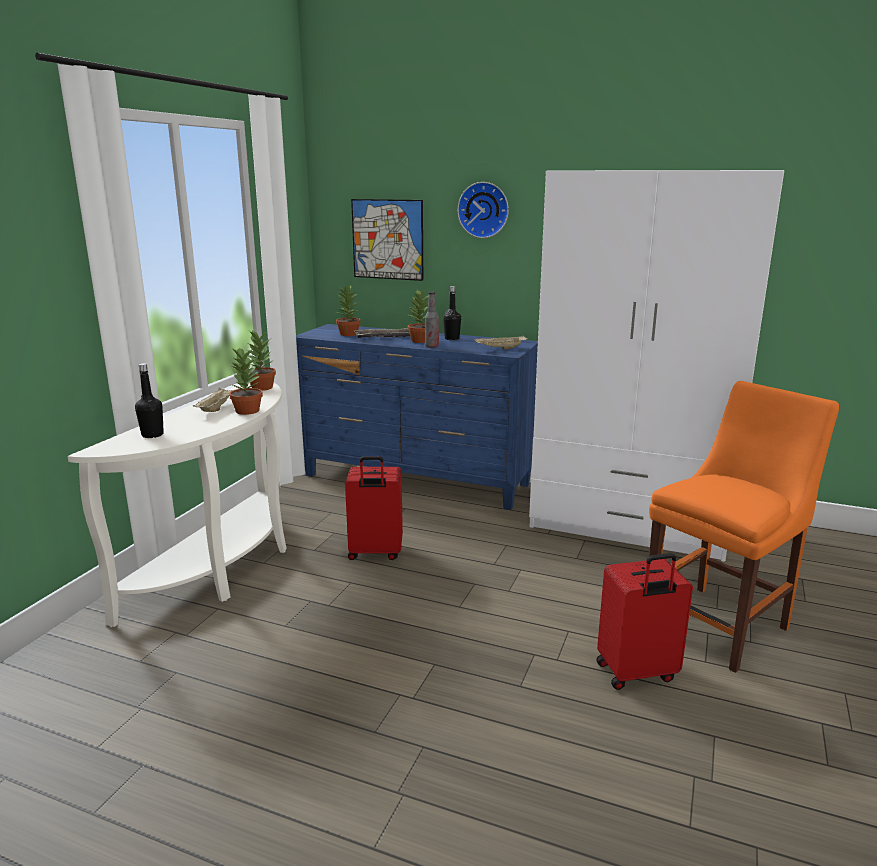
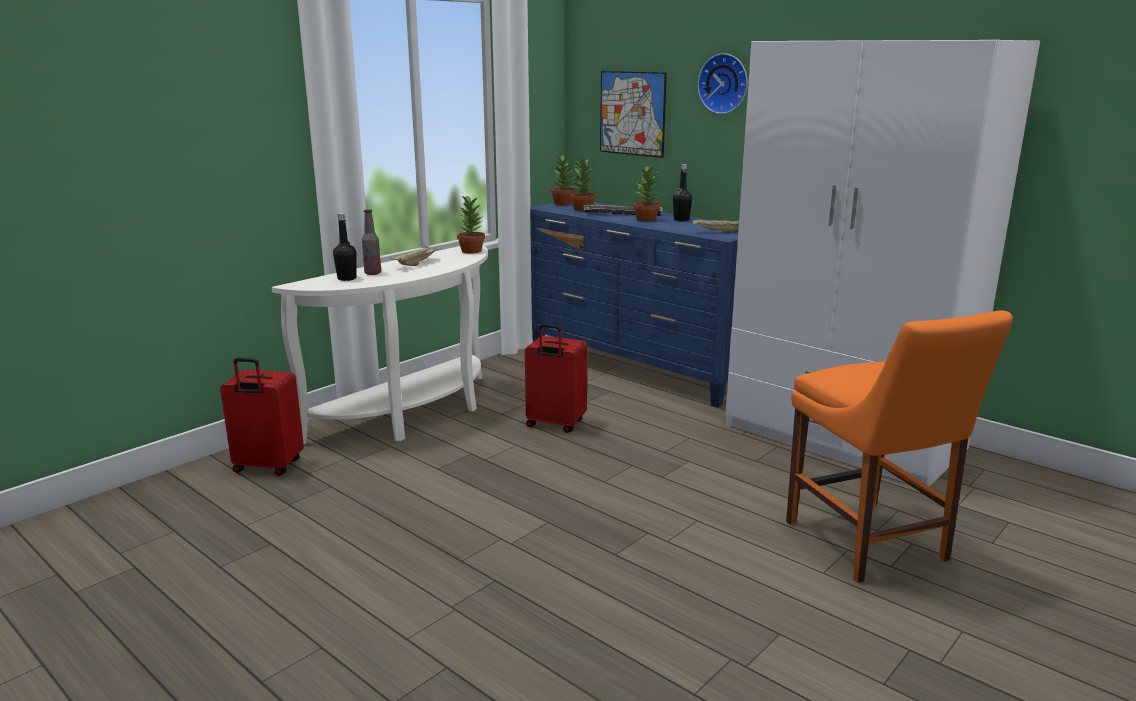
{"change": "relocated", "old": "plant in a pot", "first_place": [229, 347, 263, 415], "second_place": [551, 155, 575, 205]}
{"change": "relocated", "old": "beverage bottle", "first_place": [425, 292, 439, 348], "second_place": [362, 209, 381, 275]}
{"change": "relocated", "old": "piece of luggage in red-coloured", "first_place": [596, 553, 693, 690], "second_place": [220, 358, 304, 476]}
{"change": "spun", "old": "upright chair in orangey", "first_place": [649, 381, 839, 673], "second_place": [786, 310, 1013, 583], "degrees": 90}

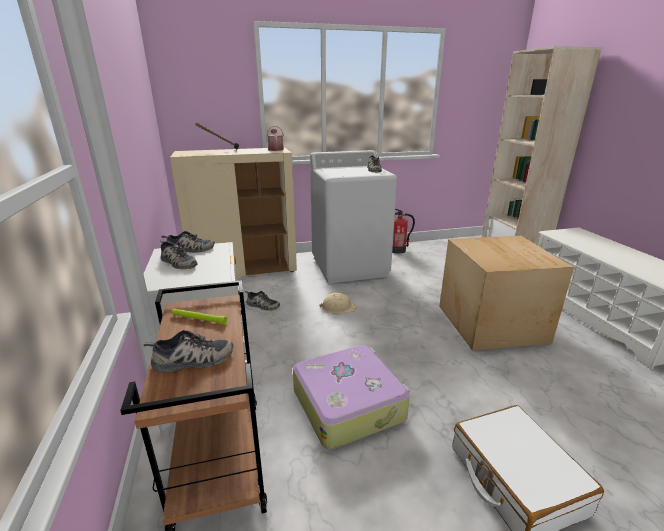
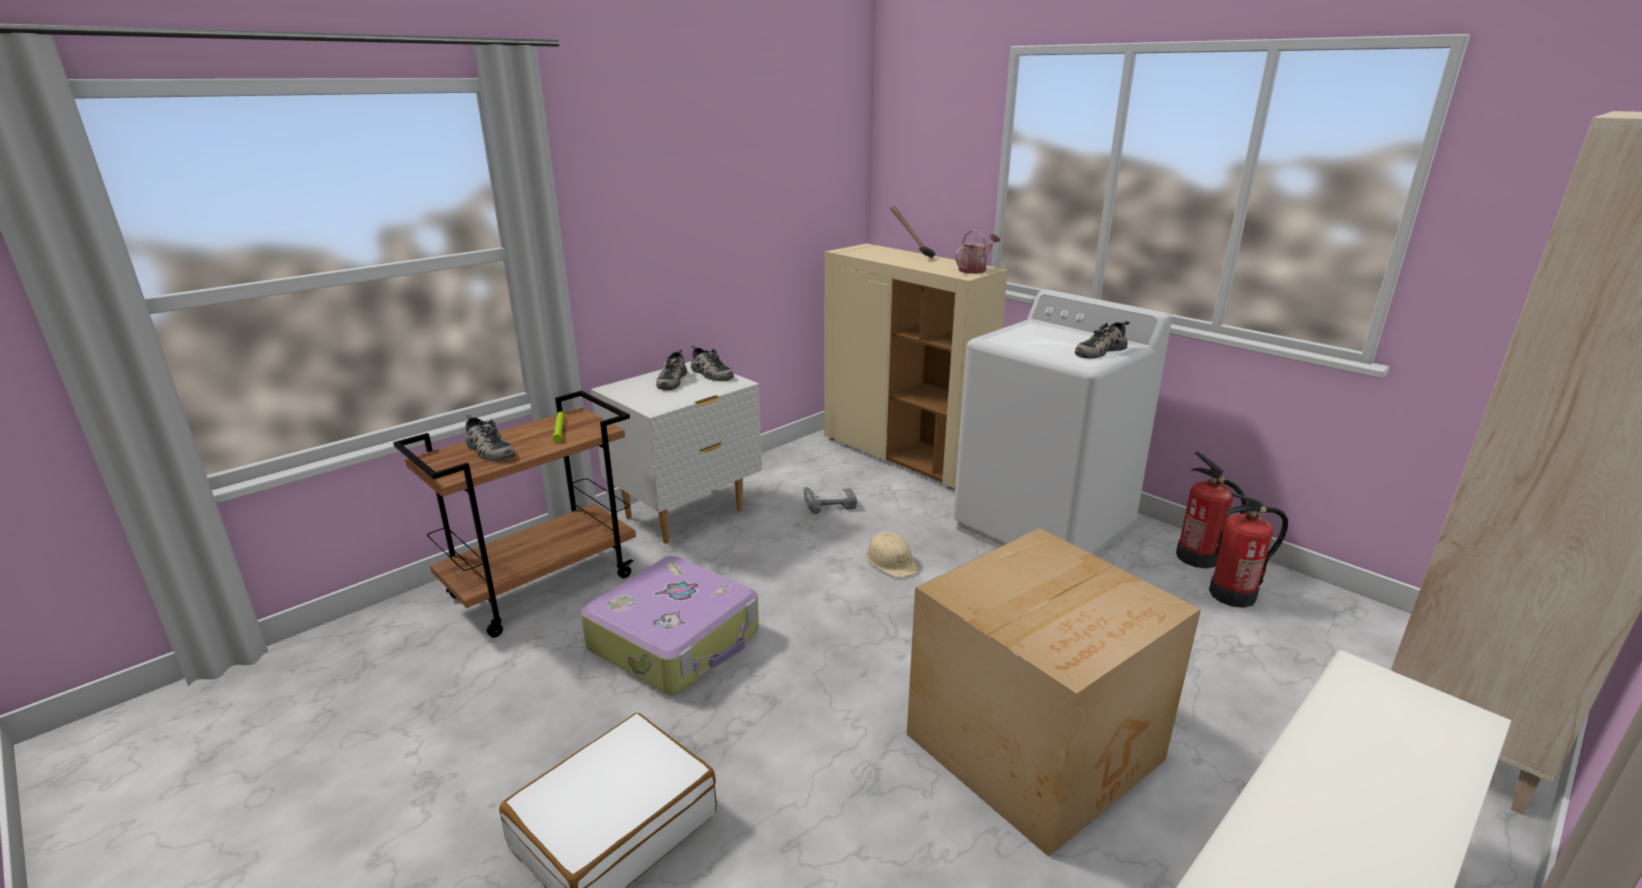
{"change": "exchanged", "old": "shoe", "new": "electric drill", "first_place": [245, 291, 280, 311], "second_place": [803, 487, 857, 514]}
{"change": "appeared", "new": "fire extinguisher", "second_place": [1209, 493, 1288, 608]}

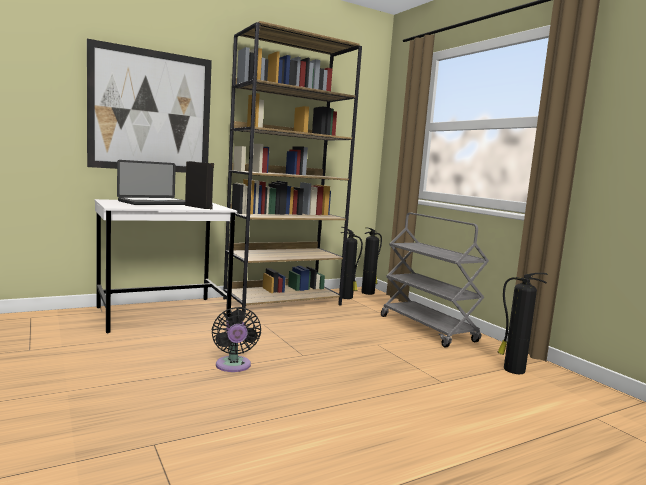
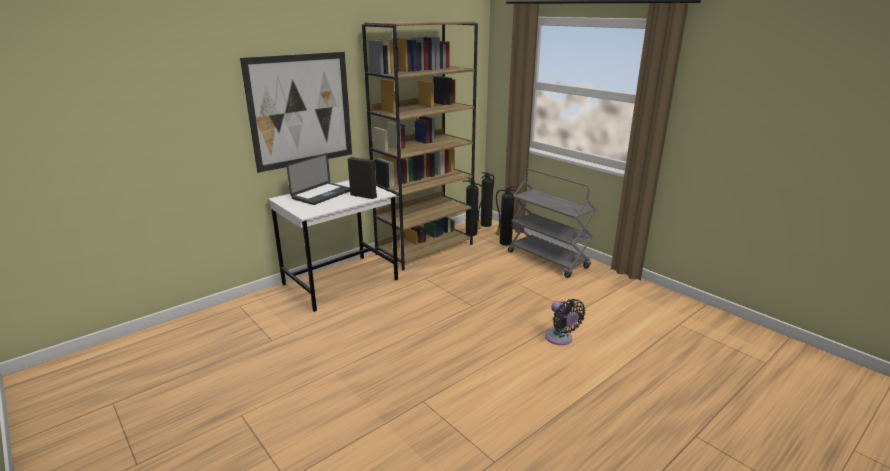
{"change": "relocated", "old": "fan in blackish", "first_place": [212, 307, 261, 372], "second_place": [545, 299, 586, 345]}
{"change": "relocated", "old": "fire extinguisher", "first_place": [498, 273, 548, 374], "second_place": [496, 186, 519, 246]}

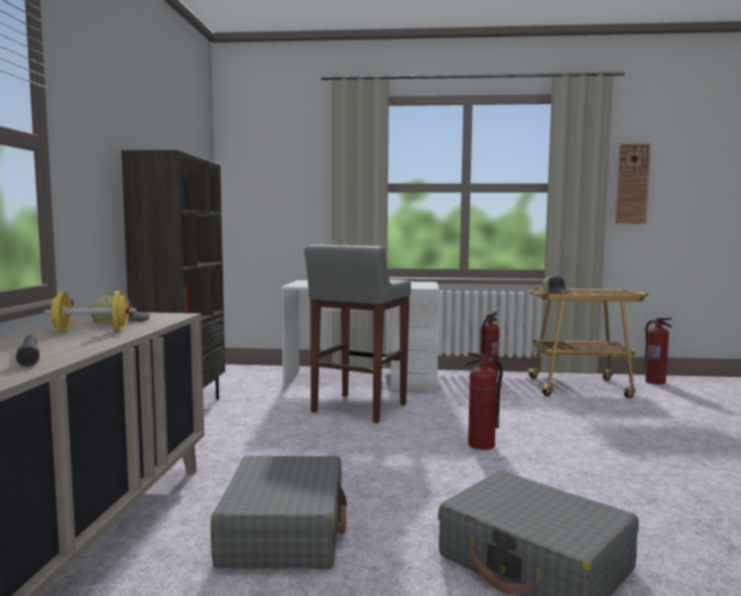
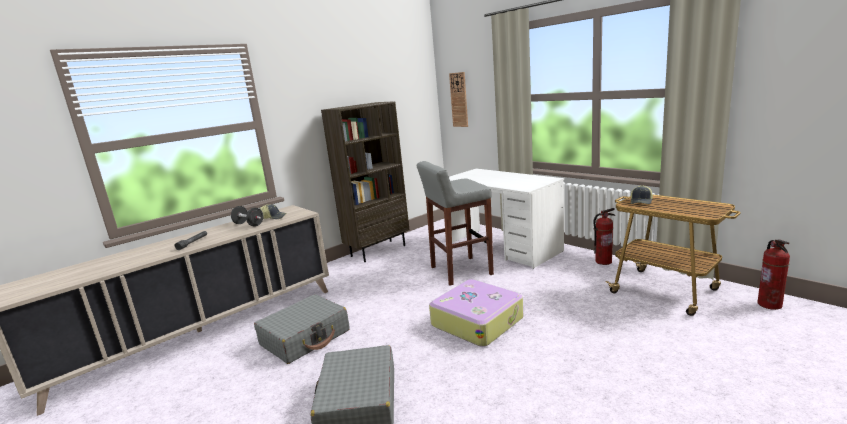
{"change": "colour", "old": "hand weight in yellowish", "new": "hand weight in blackish", "first_place": [44, 291, 137, 332], "second_place": [231, 206, 263, 227]}
{"change": "exchanged", "old": "fire extinguisher", "new": "piece of luggage", "first_place": [466, 352, 503, 450], "second_place": [429, 279, 524, 347]}
{"change": "relocated", "old": "wall clock", "first_place": [615, 144, 651, 224], "second_place": [449, 72, 468, 127]}

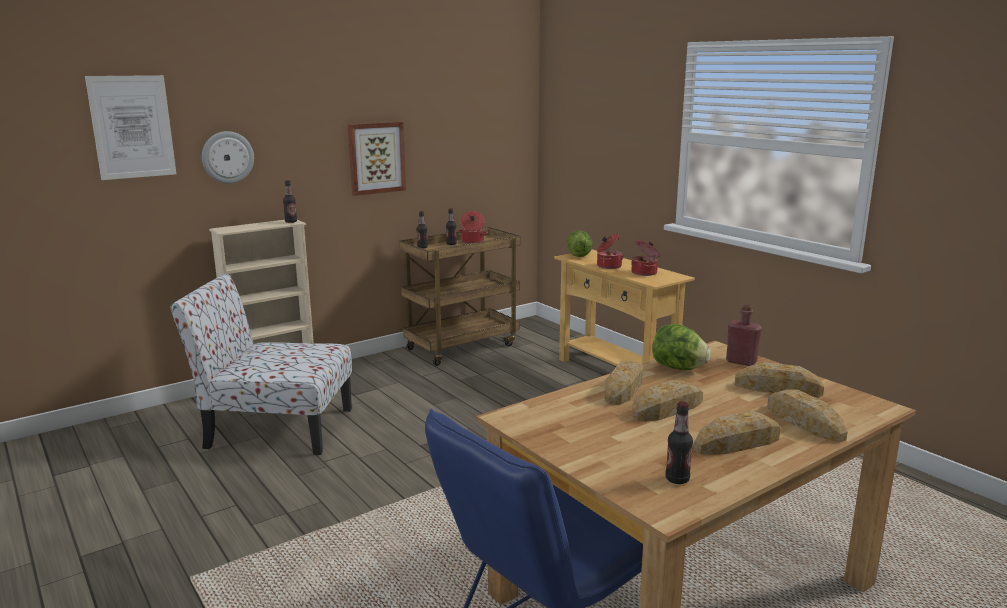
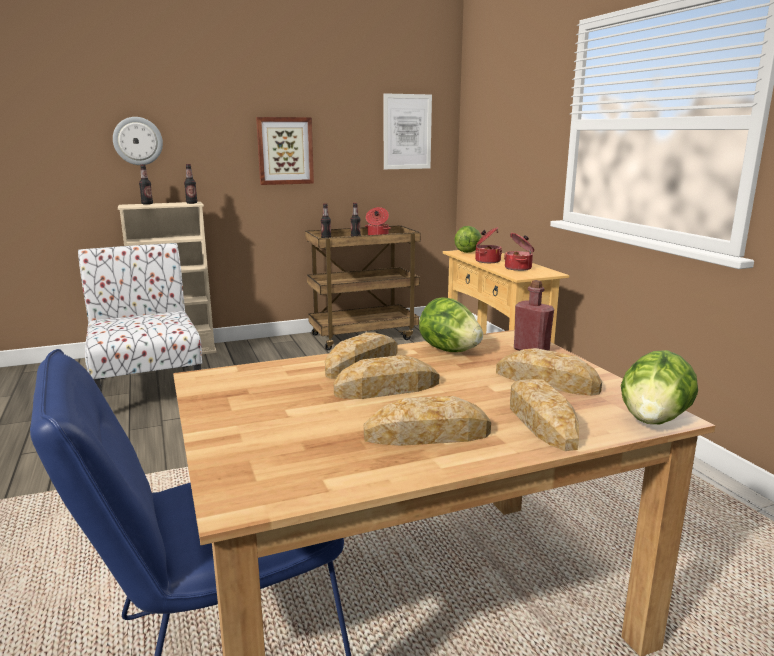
{"change": "relocated", "old": "wall picture", "first_place": [85, 75, 176, 180], "second_place": [384, 93, 432, 169]}
{"change": "spun", "old": "upright chair", "first_place": [171, 274, 352, 455], "second_place": [78, 243, 202, 392], "degrees": 45}
{"change": "relocated", "old": "beverage bottle", "first_place": [665, 401, 693, 484], "second_place": [139, 164, 153, 205]}
{"change": "appeared", "new": "lettuce", "second_place": [621, 350, 698, 424]}

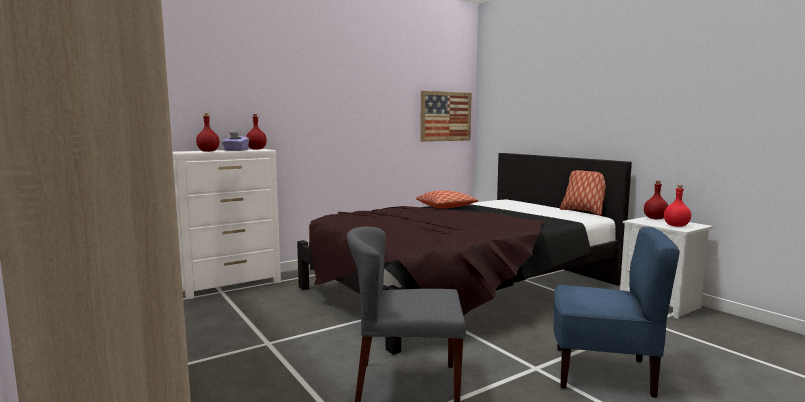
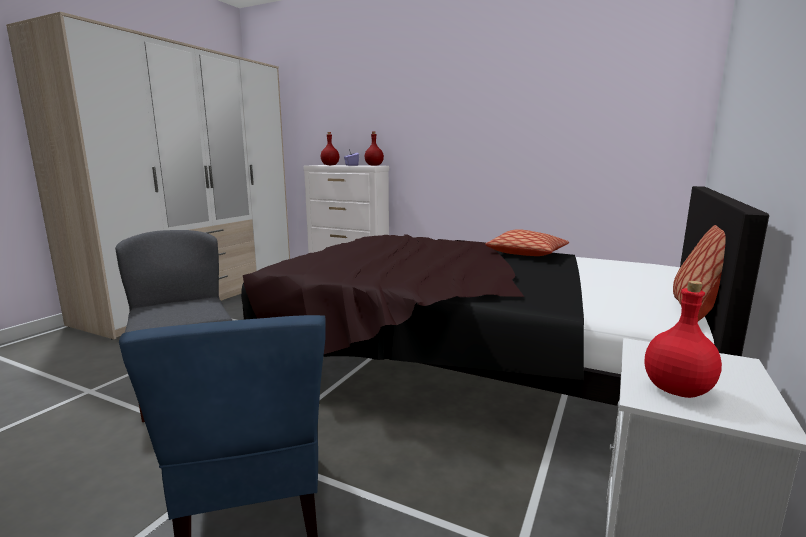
{"change": "missing", "old": "wall picture", "first_place": [420, 91, 472, 142]}
{"change": "missing", "old": "beverage bottle in red-coloured", "first_place": [644, 181, 668, 219]}

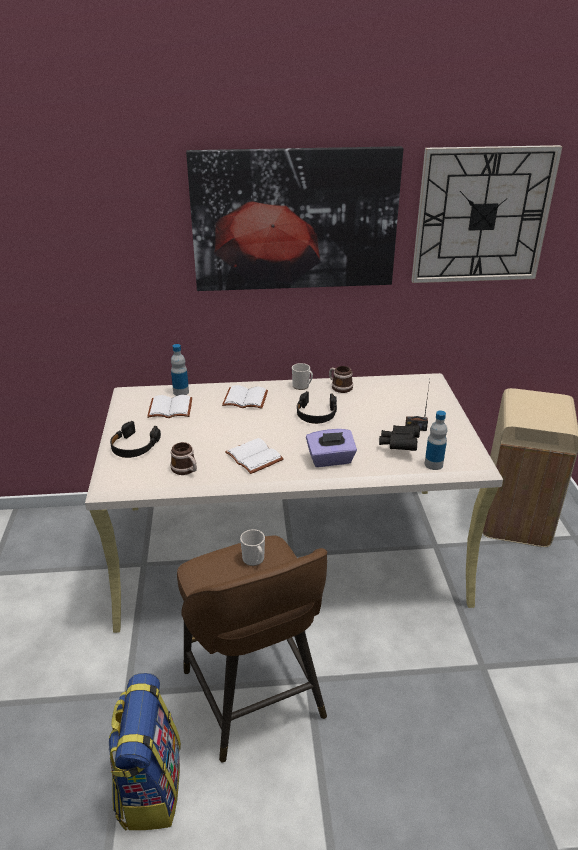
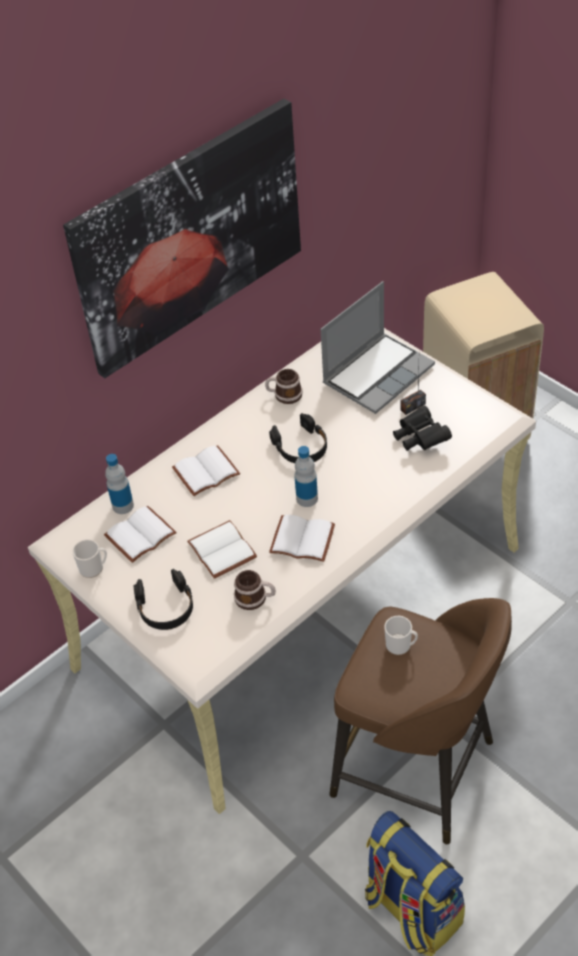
{"change": "relocated", "old": "tea mug", "first_place": [292, 363, 313, 390], "second_place": [72, 539, 107, 578]}
{"change": "missing", "old": "tissue box in purplish", "first_place": [306, 429, 357, 467]}
{"change": "missing", "old": "wall clock", "first_place": [411, 145, 563, 283]}
{"change": "relocated", "old": "beverage bottle", "first_place": [424, 411, 447, 470], "second_place": [294, 446, 318, 507]}
{"change": "appeared", "new": "volume in whitish", "second_place": [187, 520, 257, 579]}
{"change": "appeared", "new": "laptop", "second_place": [321, 281, 435, 414]}

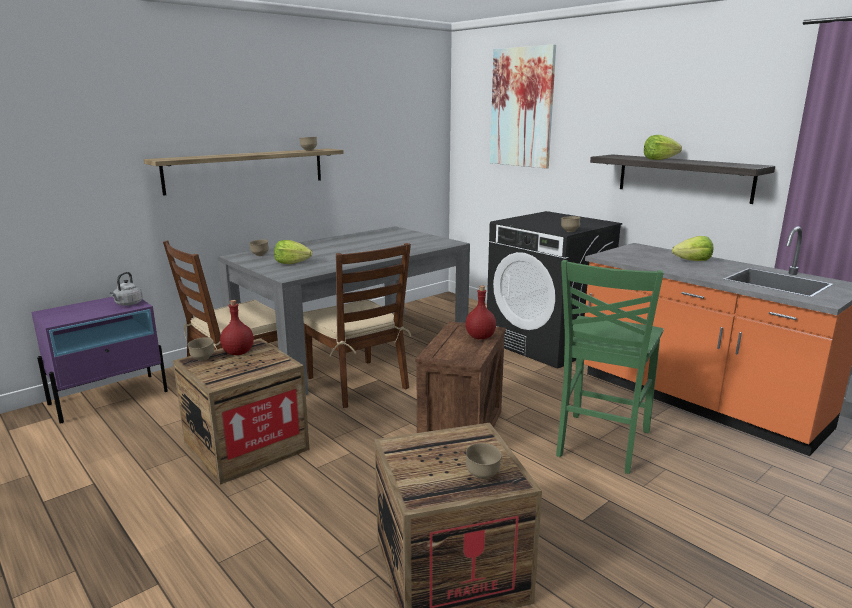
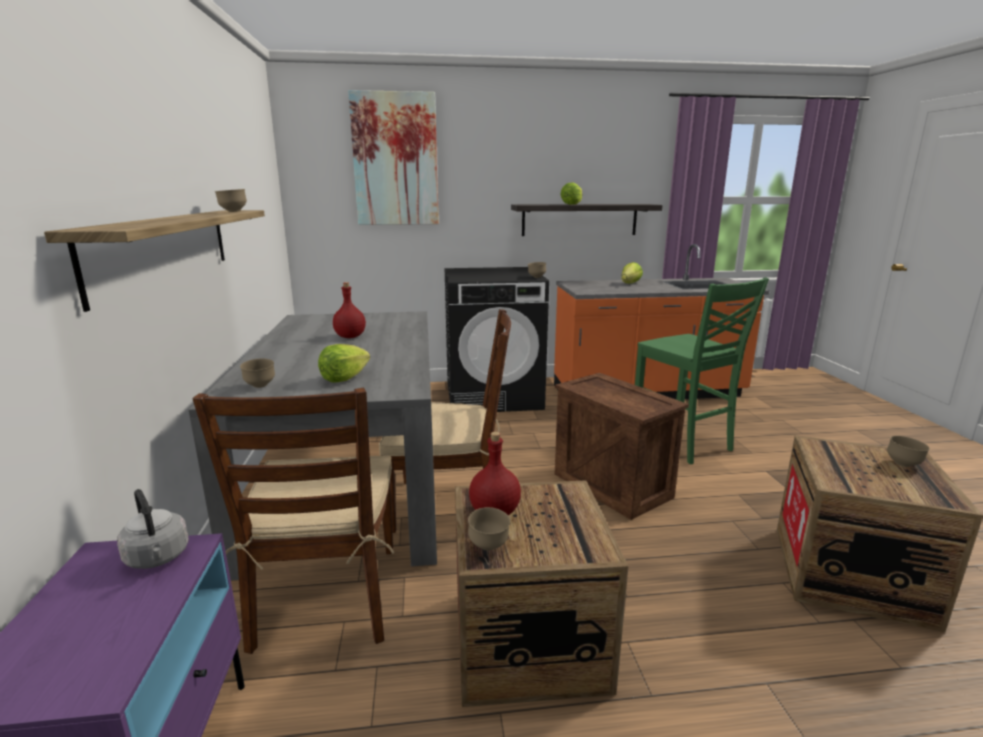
{"change": "relocated", "old": "beverage bottle in red-coloured", "first_place": [465, 286, 496, 339], "second_place": [333, 282, 366, 338]}

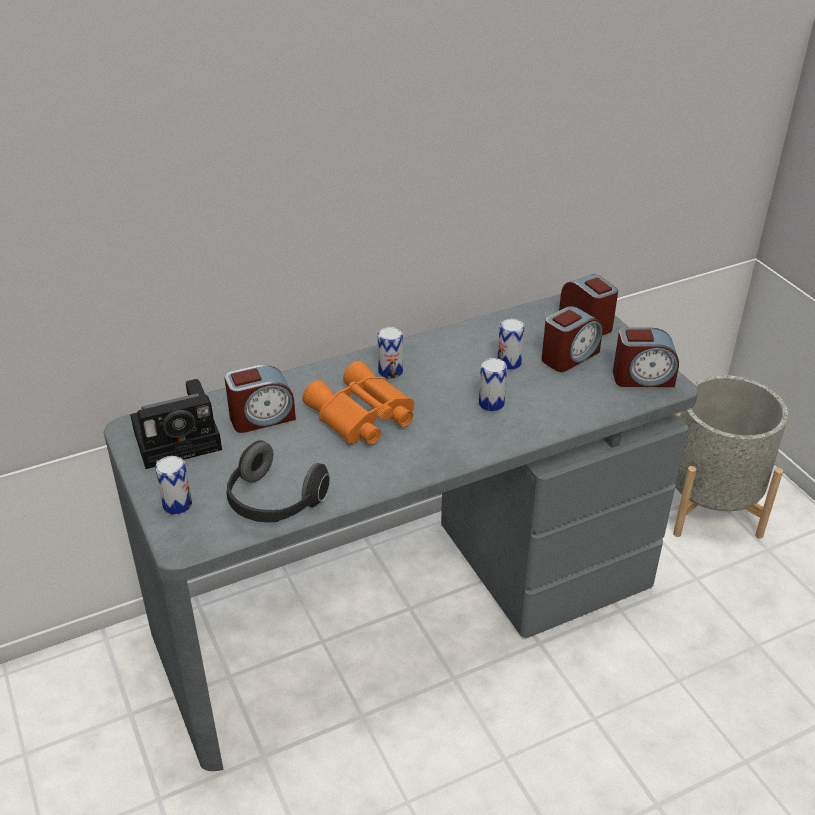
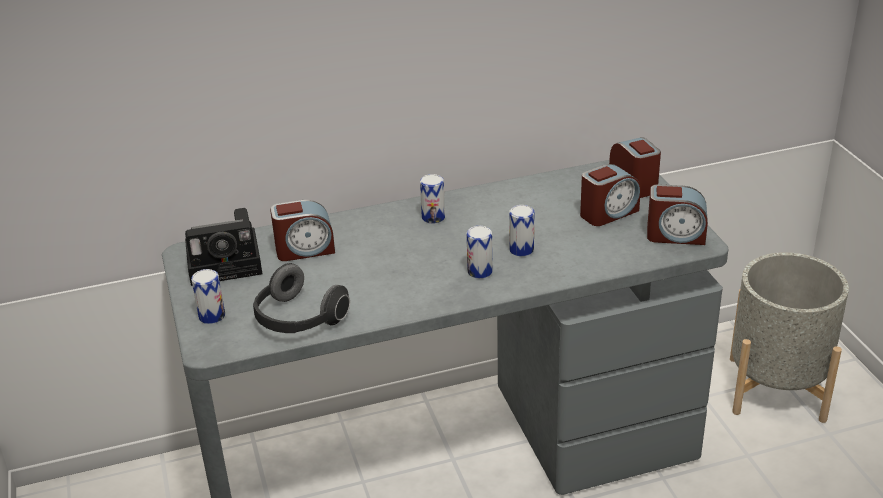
{"change": "missing", "old": "binoculars in orangey", "first_place": [302, 361, 415, 444]}
{"change": "relocated", "old": "sealed can", "first_place": [498, 319, 525, 370], "second_place": [466, 226, 493, 279]}

